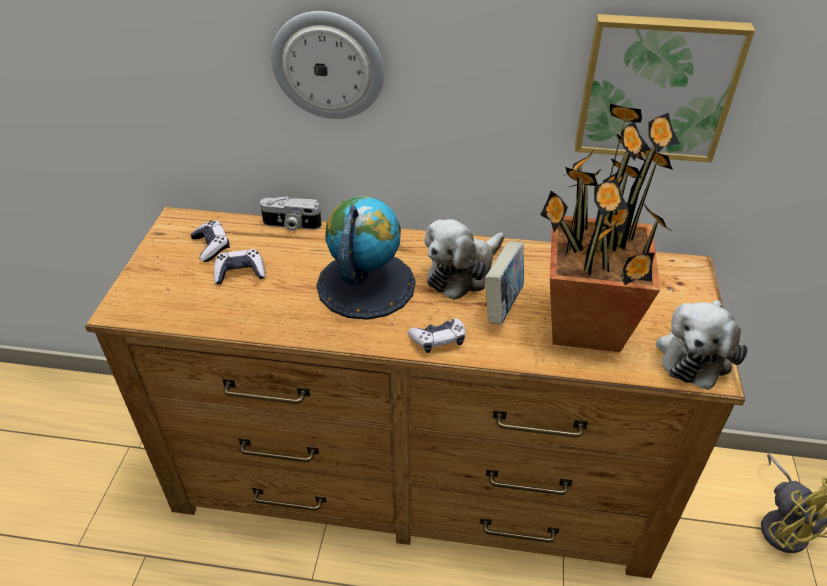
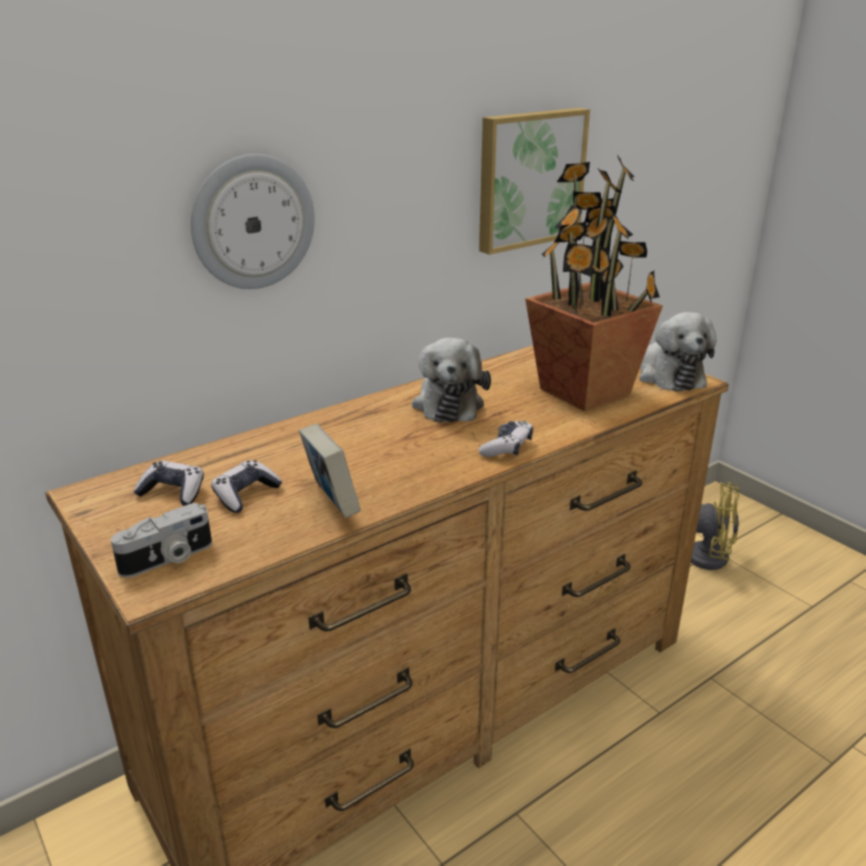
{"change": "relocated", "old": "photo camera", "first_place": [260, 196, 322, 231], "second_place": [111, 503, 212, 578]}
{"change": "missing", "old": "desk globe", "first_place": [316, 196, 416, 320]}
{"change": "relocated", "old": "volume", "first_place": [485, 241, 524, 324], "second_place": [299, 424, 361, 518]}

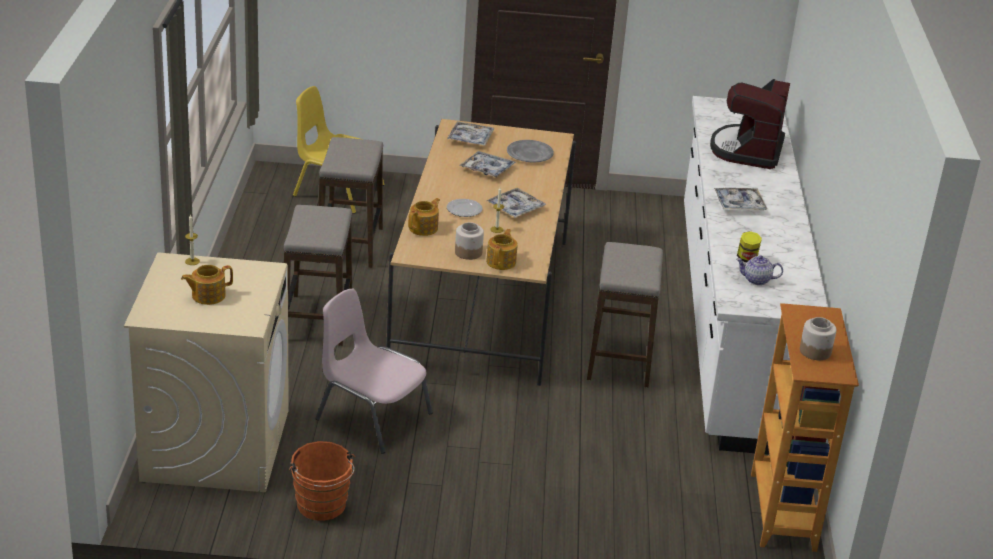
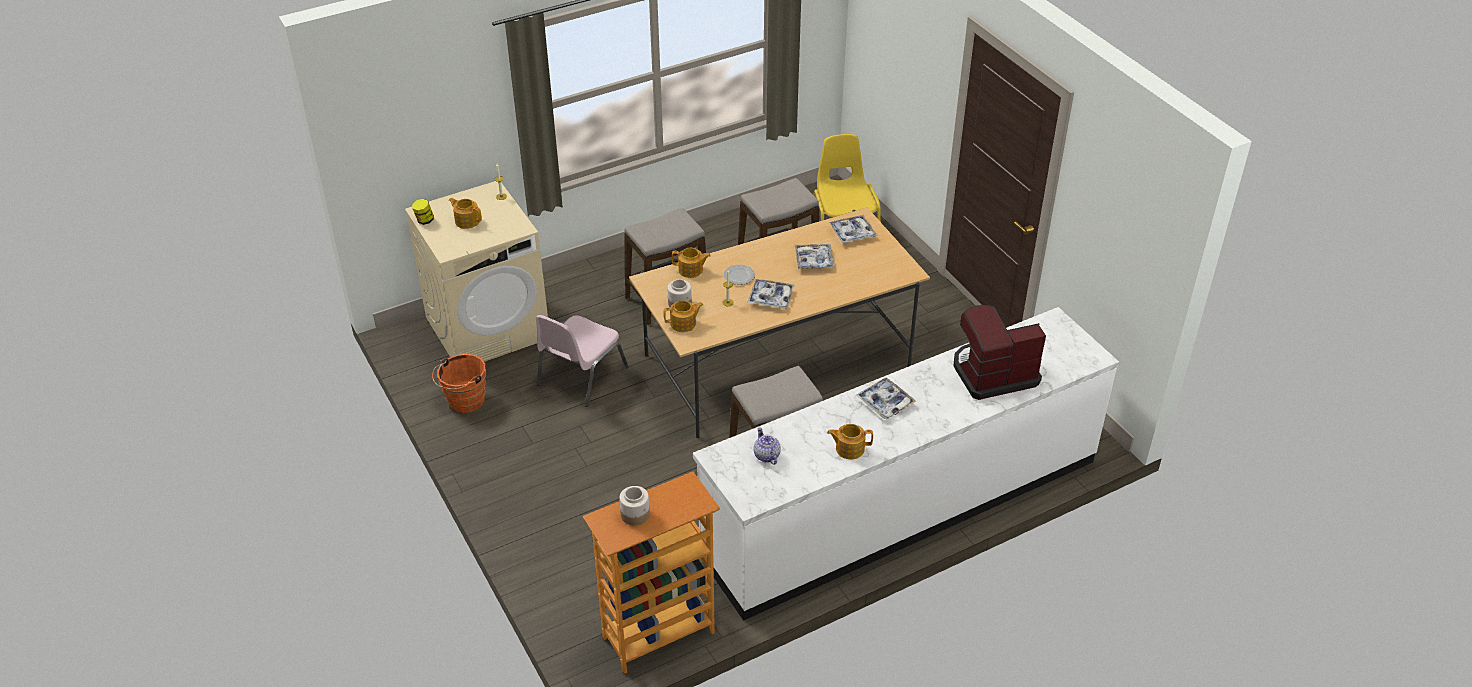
{"change": "spun", "old": "upright chair in pinkish", "first_place": [315, 289, 433, 454], "second_place": [536, 315, 629, 407], "degrees": -150}
{"change": "missing", "old": "plate in greyish", "first_place": [507, 140, 554, 162]}
{"change": "relocated", "old": "jar", "first_place": [737, 231, 762, 262], "second_place": [412, 199, 434, 225]}
{"change": "appeared", "new": "tea pot", "second_place": [827, 424, 873, 459]}

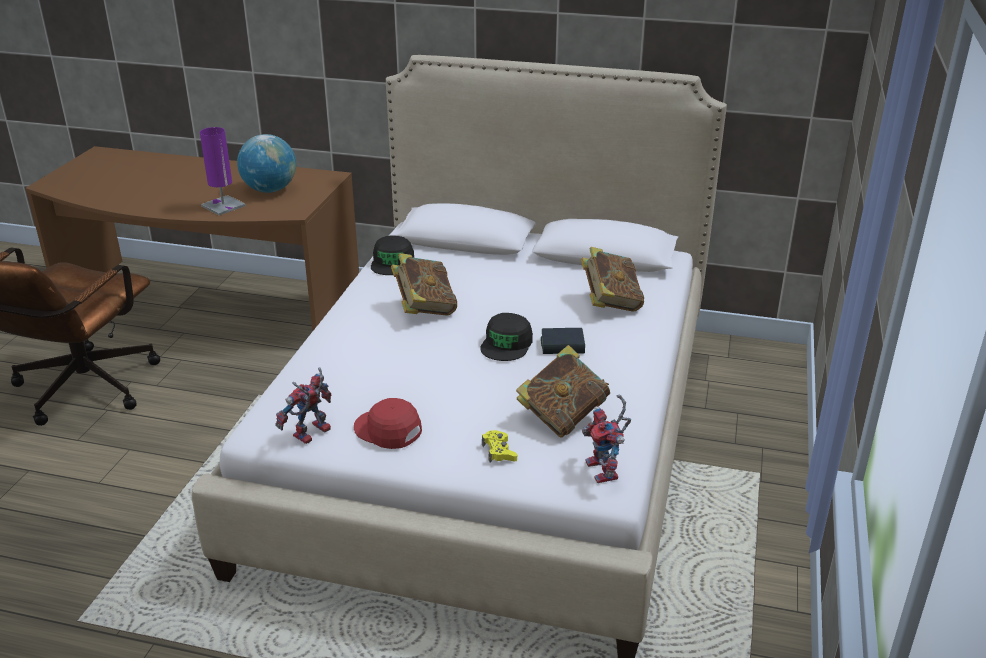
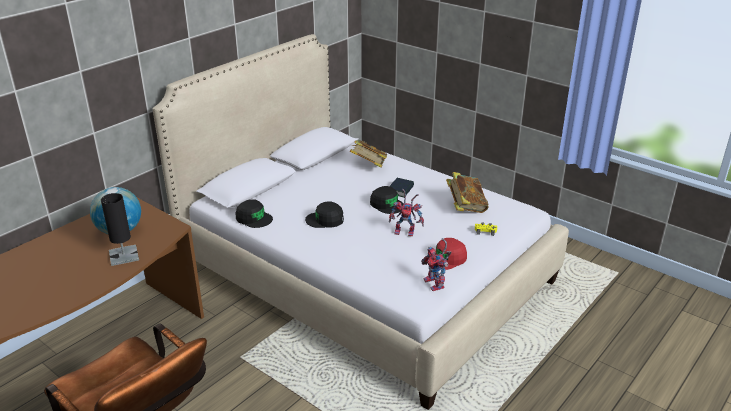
{"change": "colour", "old": "table lamp in purplish", "new": "table lamp in blackish", "first_place": [200, 127, 246, 215], "second_place": [101, 193, 139, 266]}
{"change": "exchanged", "old": "volume", "new": "cap in blackish", "first_place": [391, 253, 457, 316], "second_place": [305, 201, 344, 228]}
{"change": "relocated", "old": "model robot", "first_place": [582, 394, 631, 483], "second_place": [389, 189, 424, 236]}

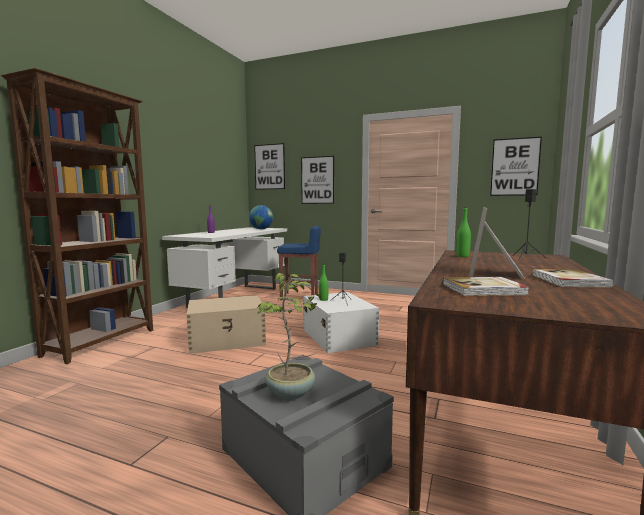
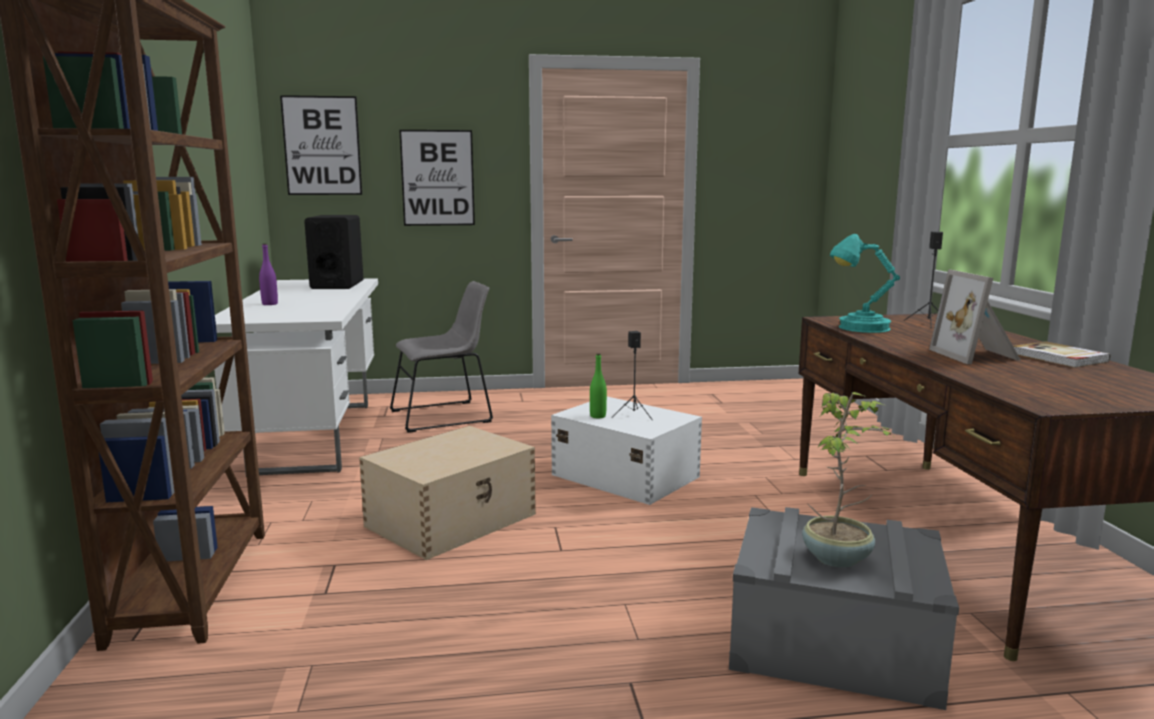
{"change": "exchanged", "old": "desk globe", "new": "loudspeaker in blackish", "first_place": [249, 205, 273, 229], "second_place": [304, 215, 363, 289]}
{"change": "exchanged", "old": "stool in bluish", "new": "upright chair in greyish", "first_place": [277, 226, 321, 301], "second_place": [390, 281, 493, 433]}
{"change": "missing", "old": "volume", "first_place": [443, 277, 529, 296]}
{"change": "exchanged", "old": "beverage bottle in green", "new": "table lamp in turquoise", "first_place": [456, 207, 471, 257], "second_place": [830, 234, 900, 333]}
{"change": "missing", "old": "wall picture", "first_place": [490, 137, 542, 196]}

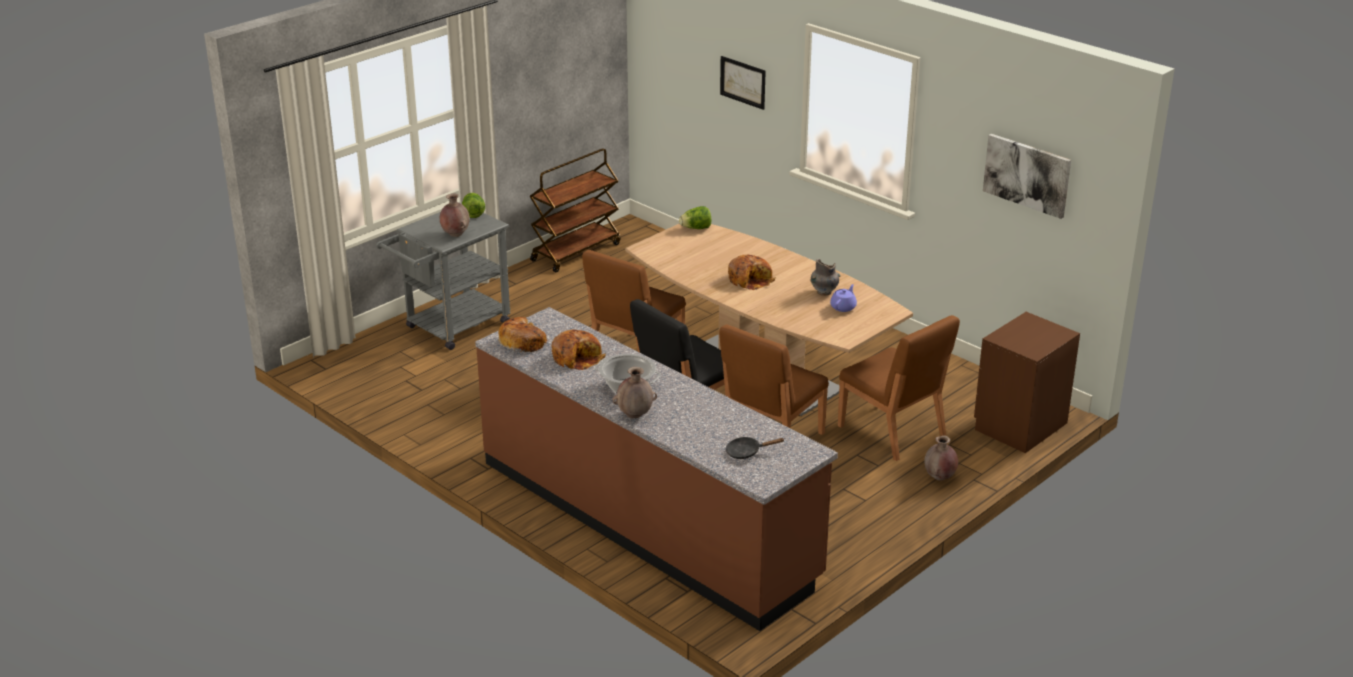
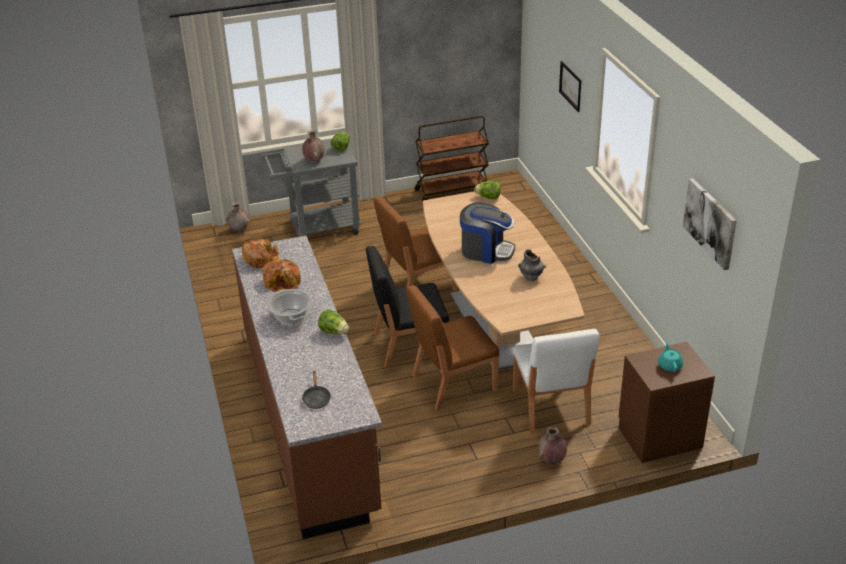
{"change": "relocated", "old": "vase in brown", "first_place": [612, 367, 657, 418], "second_place": [226, 203, 251, 232]}
{"change": "spun", "old": "pan in blackish", "first_place": [726, 437, 785, 459], "second_place": [302, 370, 331, 409], "degrees": -120}
{"change": "exchanged", "old": "bread", "new": "coffee machine", "first_place": [728, 255, 776, 290], "second_place": [460, 203, 515, 264]}
{"change": "missing", "old": "tea pot in purplish", "first_place": [830, 284, 857, 312]}
{"change": "colour", "old": "upright chair in brown", "new": "upright chair in whitish", "first_place": [838, 315, 960, 461], "second_place": [513, 329, 599, 434]}
{"change": "appeared", "new": "lettuce", "second_place": [318, 309, 349, 334]}
{"change": "appeared", "new": "tea pot in turquoise", "second_place": [658, 342, 683, 372]}

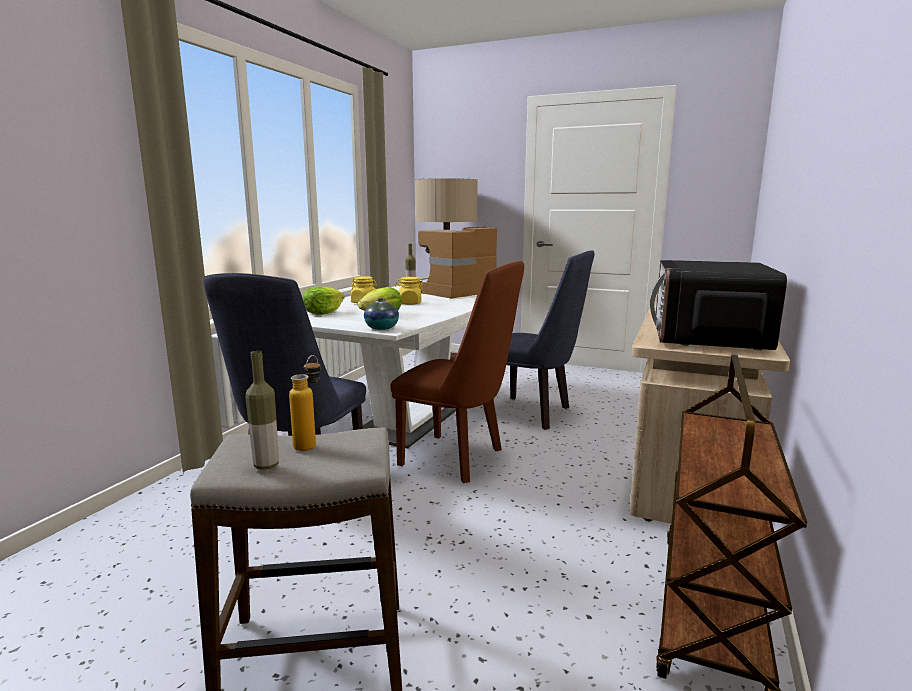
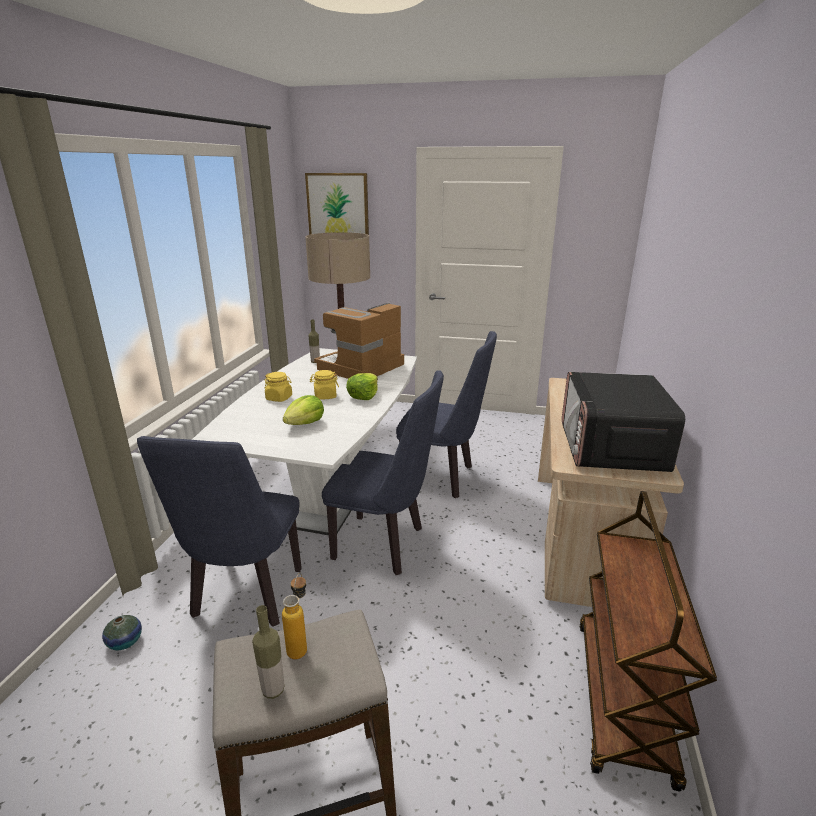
{"change": "relocated", "old": "lettuce", "first_place": [302, 287, 345, 315], "second_place": [346, 373, 378, 400]}
{"change": "relocated", "old": "vase", "first_place": [364, 298, 399, 330], "second_place": [102, 615, 142, 650]}
{"change": "colour", "old": "upright chair in brown", "new": "upright chair in bluish", "first_place": [391, 261, 524, 483], "second_place": [322, 370, 444, 575]}
{"change": "appeared", "new": "wall picture", "second_place": [305, 173, 369, 235]}

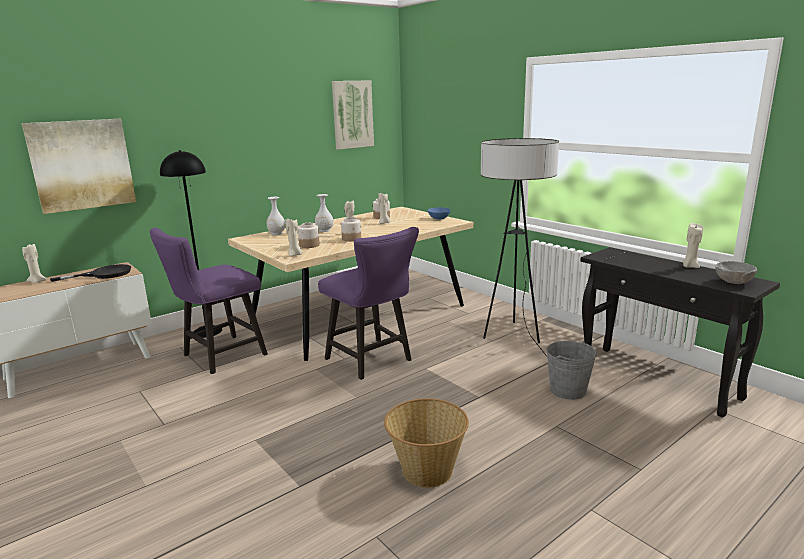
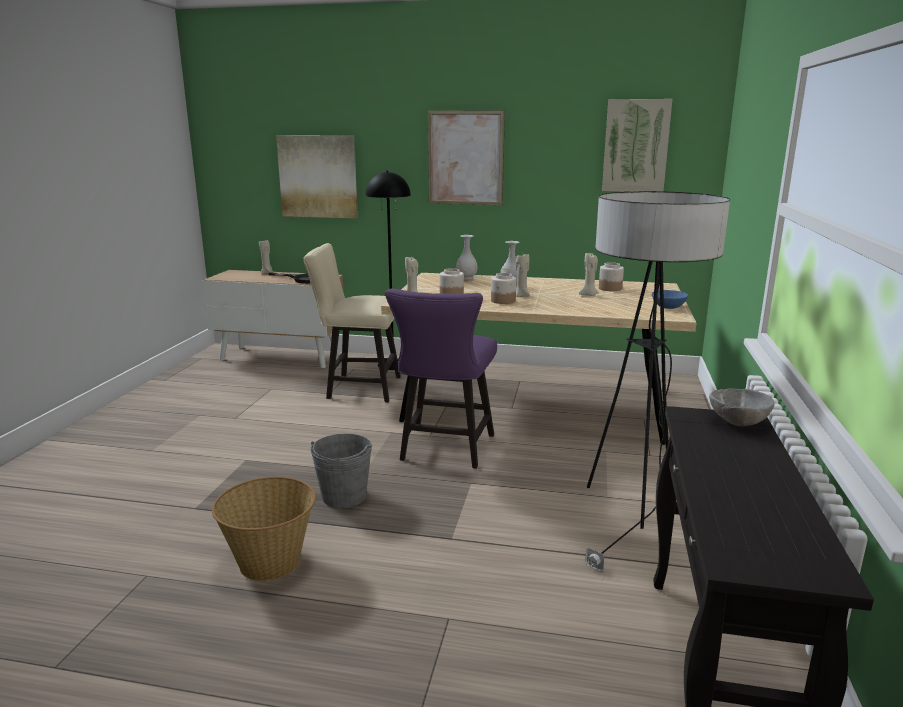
{"change": "colour", "old": "upright chair in purplish", "new": "upright chair in beige-coloured", "first_place": [149, 228, 268, 374], "second_place": [303, 243, 401, 402]}
{"change": "relocated", "old": "bucket in greyish", "first_place": [546, 341, 597, 400], "second_place": [310, 434, 372, 508]}
{"change": "missing", "old": "candle in beige-coloured", "first_place": [682, 223, 703, 268]}
{"change": "relocated", "old": "bowl in greyish", "first_place": [715, 261, 757, 284], "second_place": [709, 389, 774, 426]}
{"change": "appeared", "new": "wall picture", "second_place": [428, 110, 505, 205]}

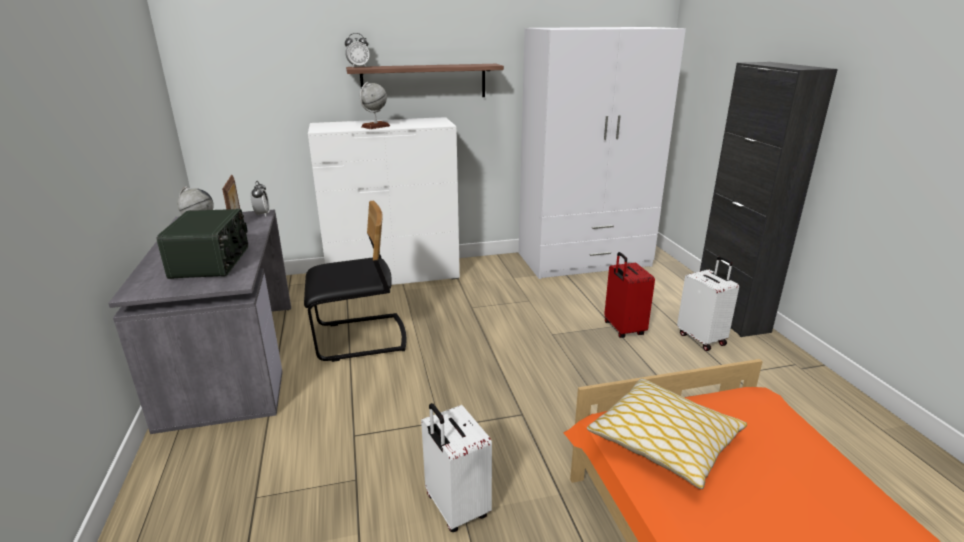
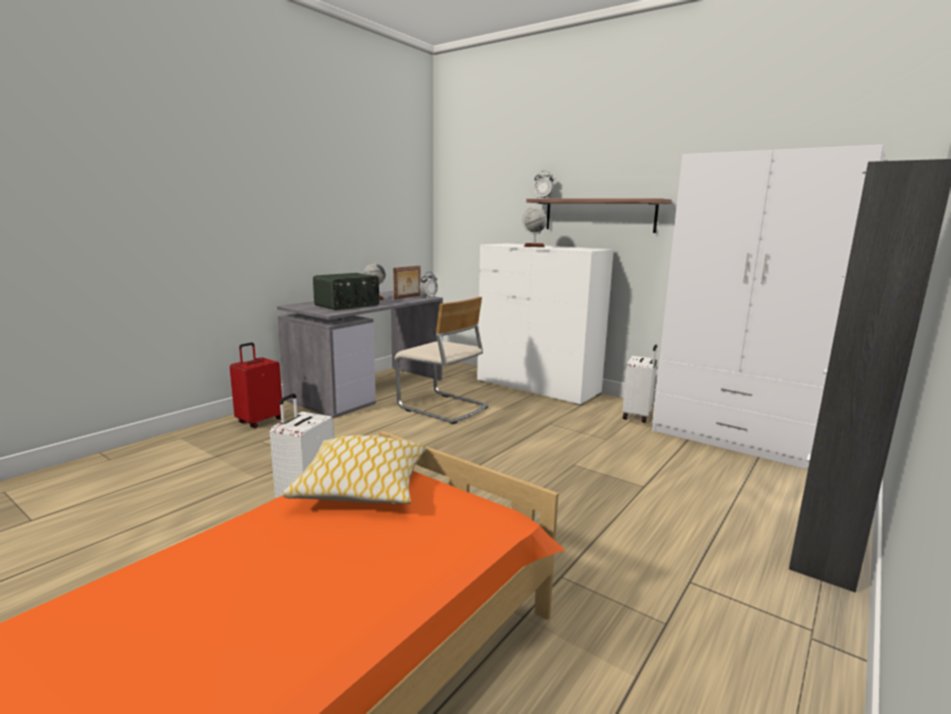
{"change": "colour", "old": "upright chair in blackish", "new": "upright chair in beige-coloured", "first_place": [304, 201, 407, 362], "second_place": [395, 297, 489, 424]}
{"change": "relocated", "old": "piece of luggage in red-coloured", "first_place": [604, 252, 655, 338], "second_place": [230, 343, 282, 428]}
{"change": "relocated", "old": "piece of luggage in whitish", "first_place": [677, 256, 739, 351], "second_place": [622, 345, 657, 423]}

